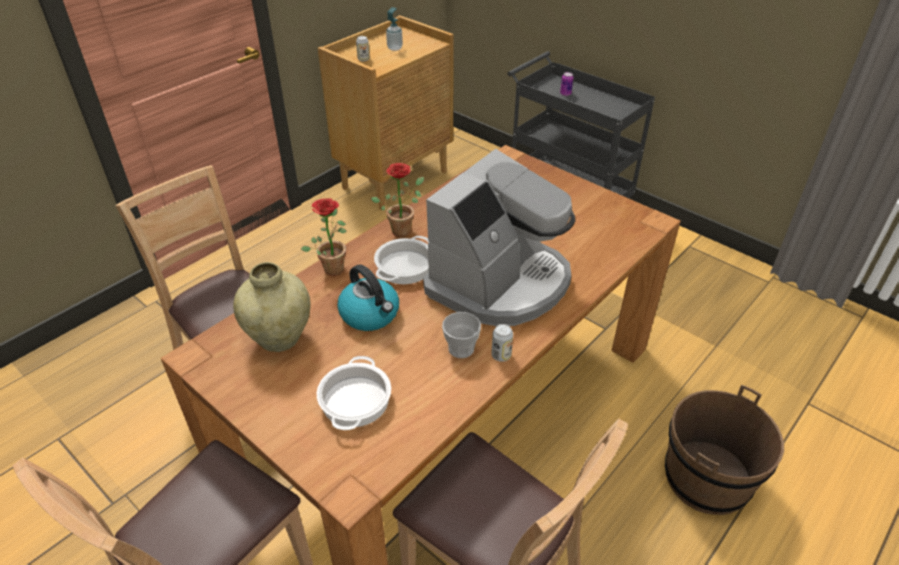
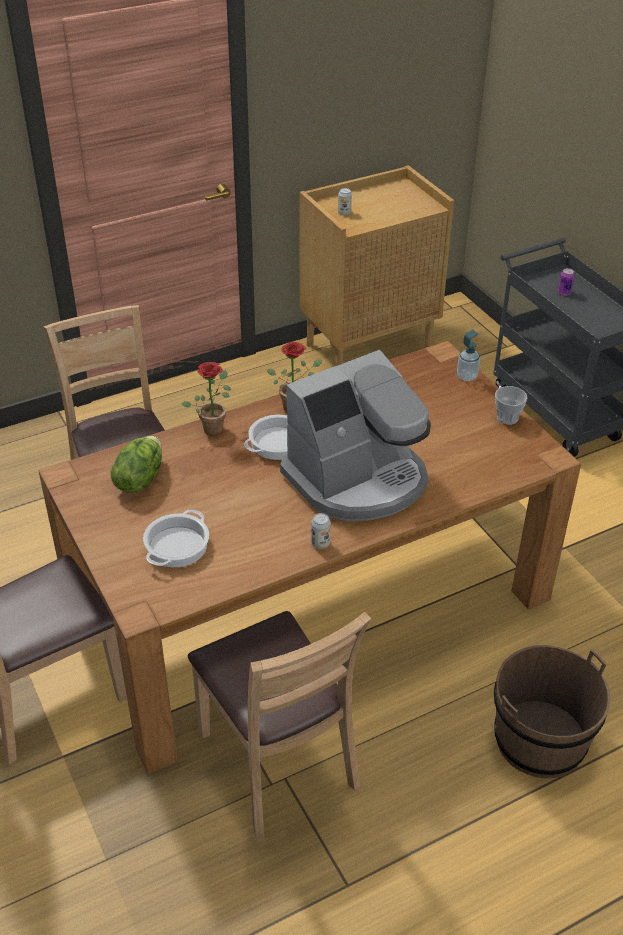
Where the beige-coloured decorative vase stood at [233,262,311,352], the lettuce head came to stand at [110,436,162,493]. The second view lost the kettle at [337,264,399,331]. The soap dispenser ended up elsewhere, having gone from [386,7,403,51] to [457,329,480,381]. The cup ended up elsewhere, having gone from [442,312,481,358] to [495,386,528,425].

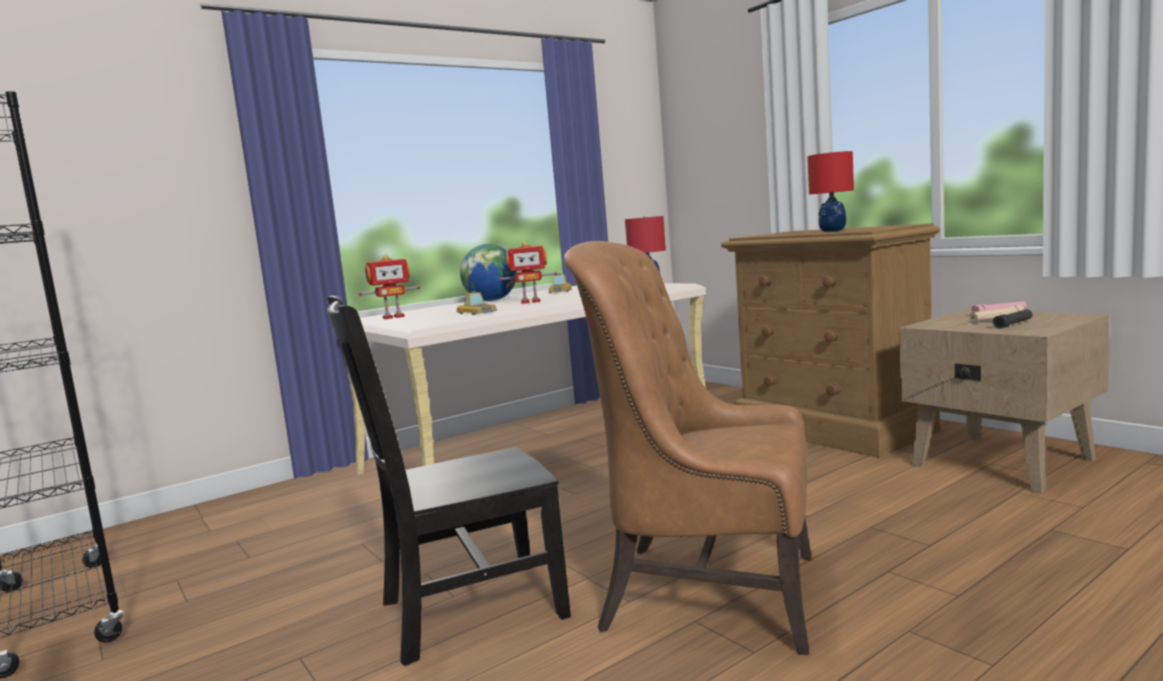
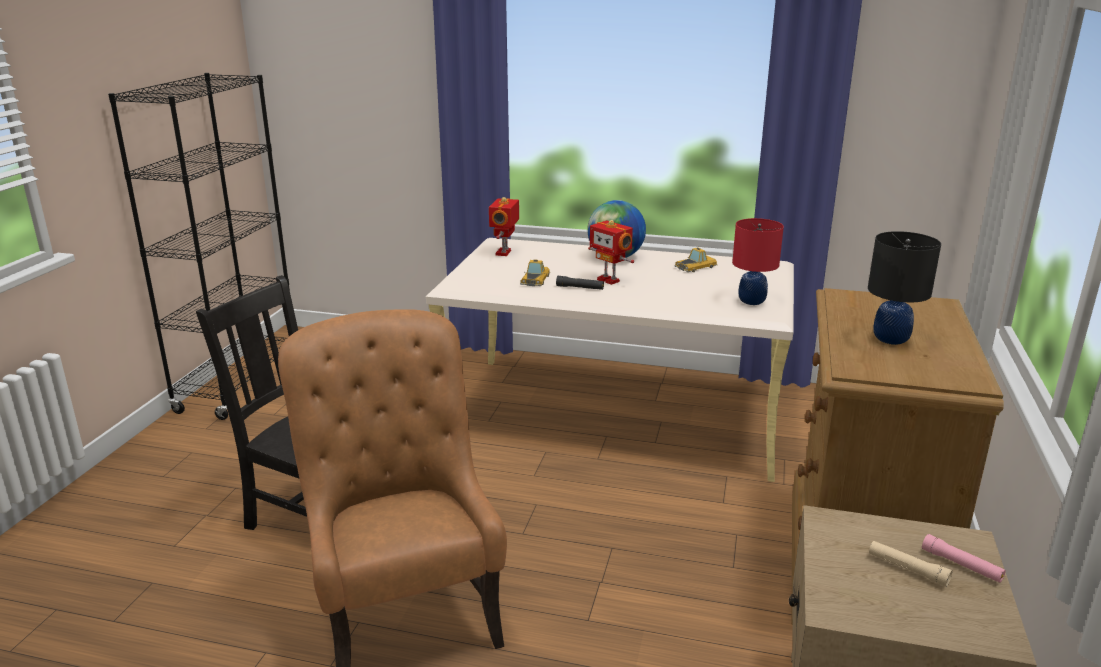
The toy robot at [359,254,420,319] ended up facing another way, 75 degrees clockwise from before. What was the reddish lamp for a table at [807,151,854,232] turned into the blackish lamp for a table at [868,231,941,345]. The blackish torch ended up elsewhere, having gone from [993,309,1033,329] to [556,276,604,290].

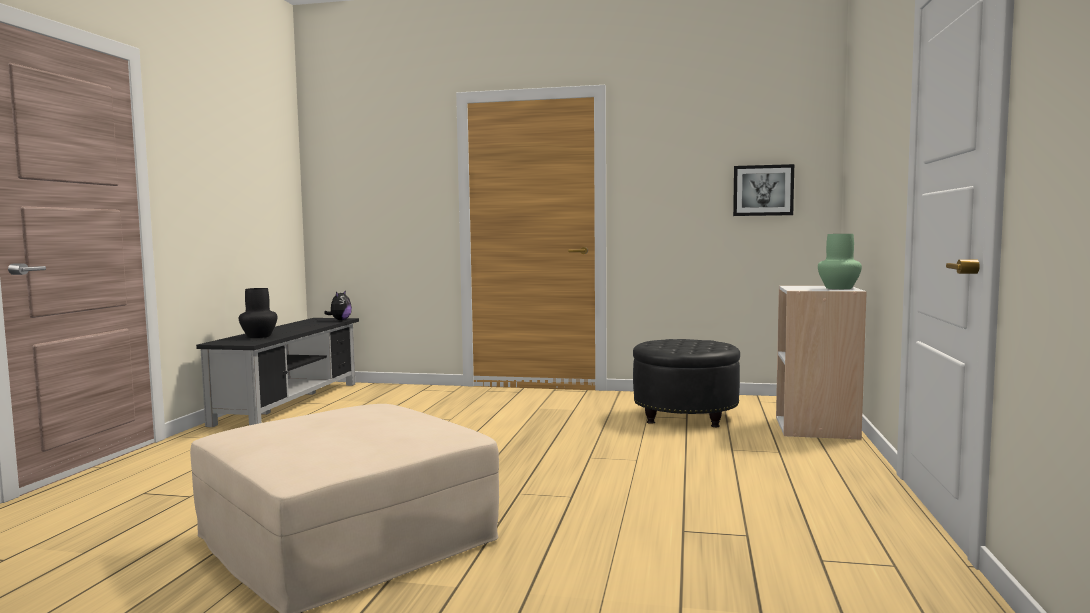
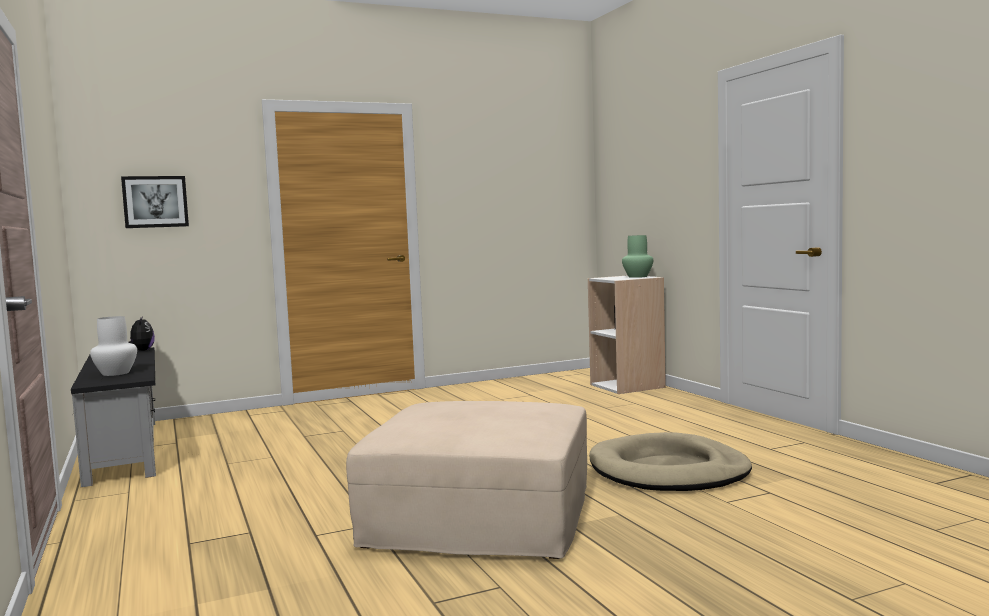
What was the blackish decorative vase at [239,288,277,338] turned into the whitish decorative vase at [90,316,137,376]. The second view lost the blackish pouffe at [633,339,740,427]. The wall art ended up elsewhere, having gone from [733,164,794,216] to [121,176,189,228]. The second view gained the beige-coloured dog cushion at [589,432,752,491].

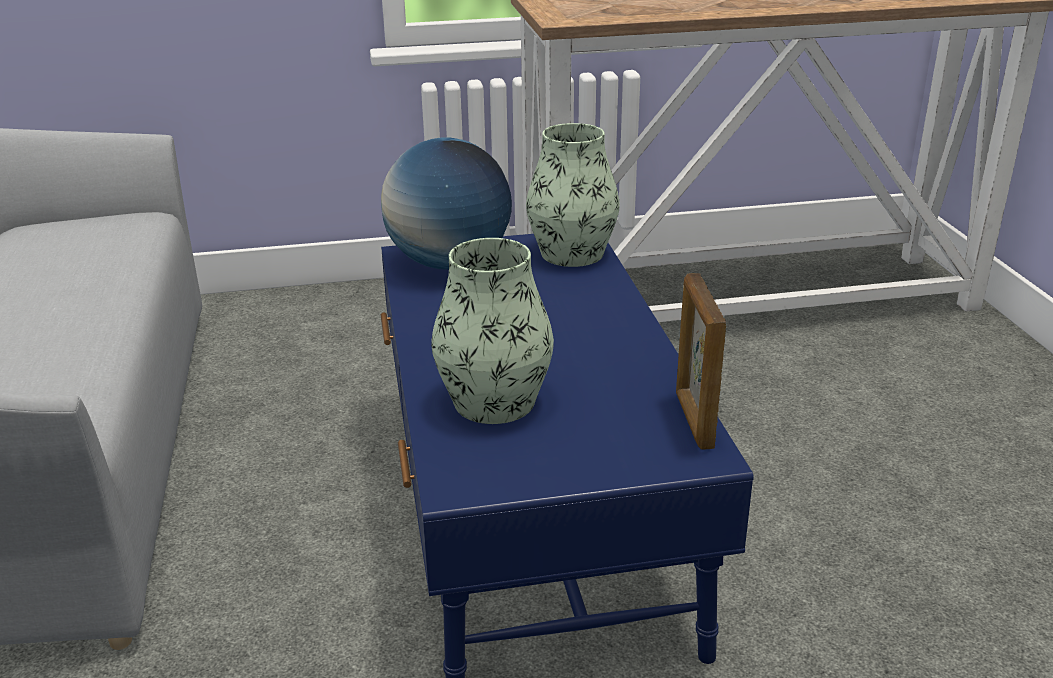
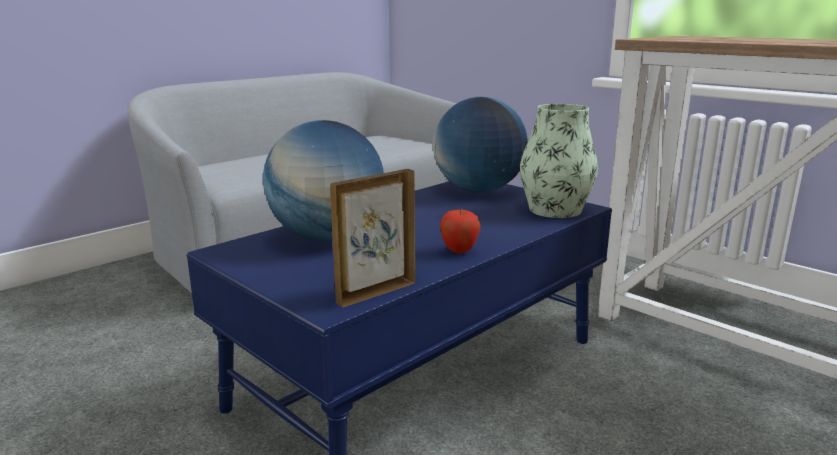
Where the decorative vase stood at [431,238,554,424], the globe came to stand at [263,120,384,241]. The second view gained the whole apple at [440,209,481,253].

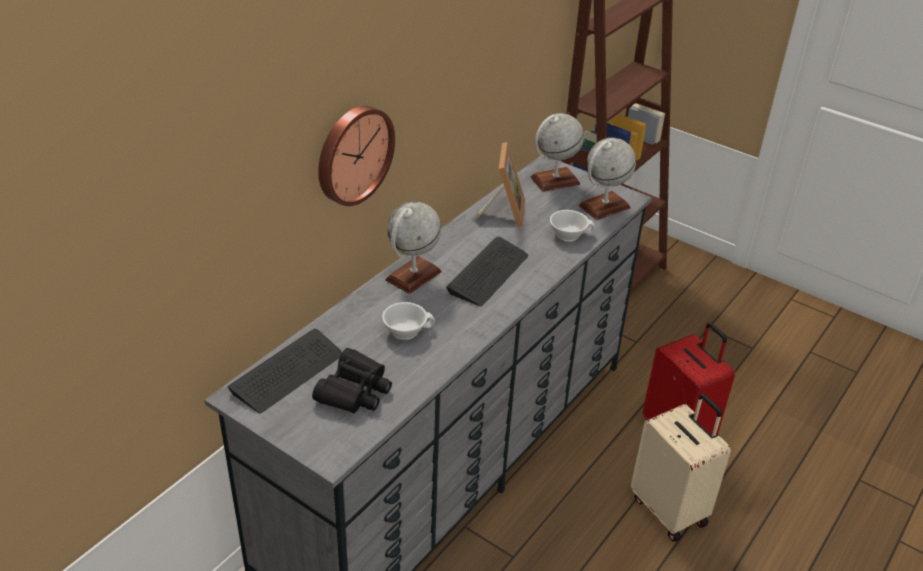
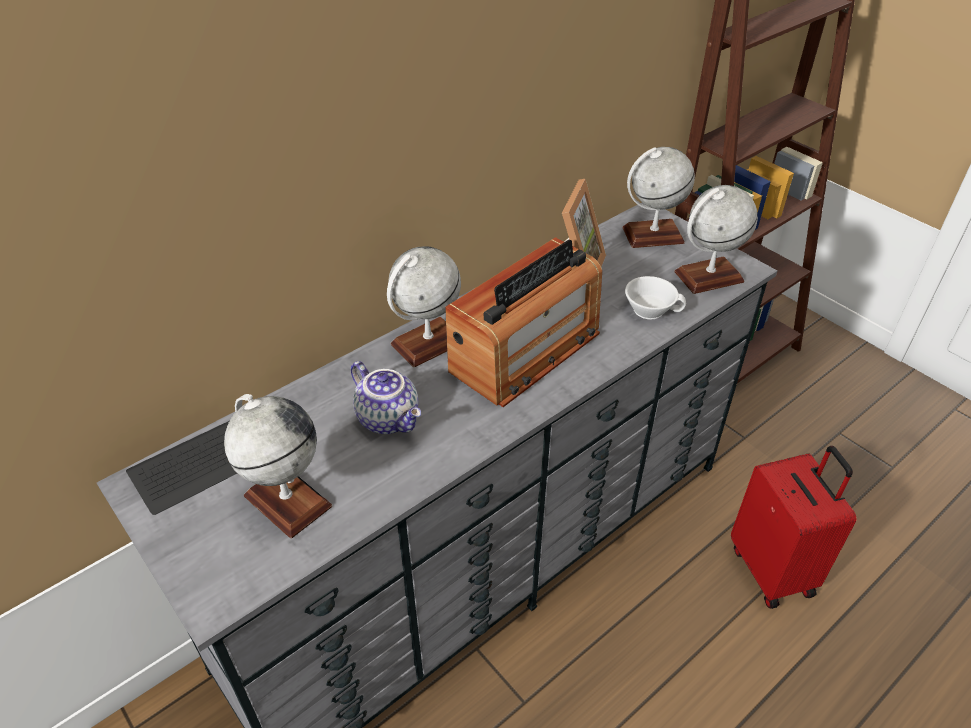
Where the blackish pair of binoculars stood at [312,348,392,413], the globe came to stand at [224,394,332,539]. The second view lost the hanging clock at [318,106,395,206]. Where the whitish cup stood at [382,302,435,340], the tea pot came to stand at [351,361,421,434]. Where the PC keyboard stood at [446,237,528,306], the radio set came to stand at [445,237,602,407]. The second view lost the beige-coloured travel case at [631,394,731,542].

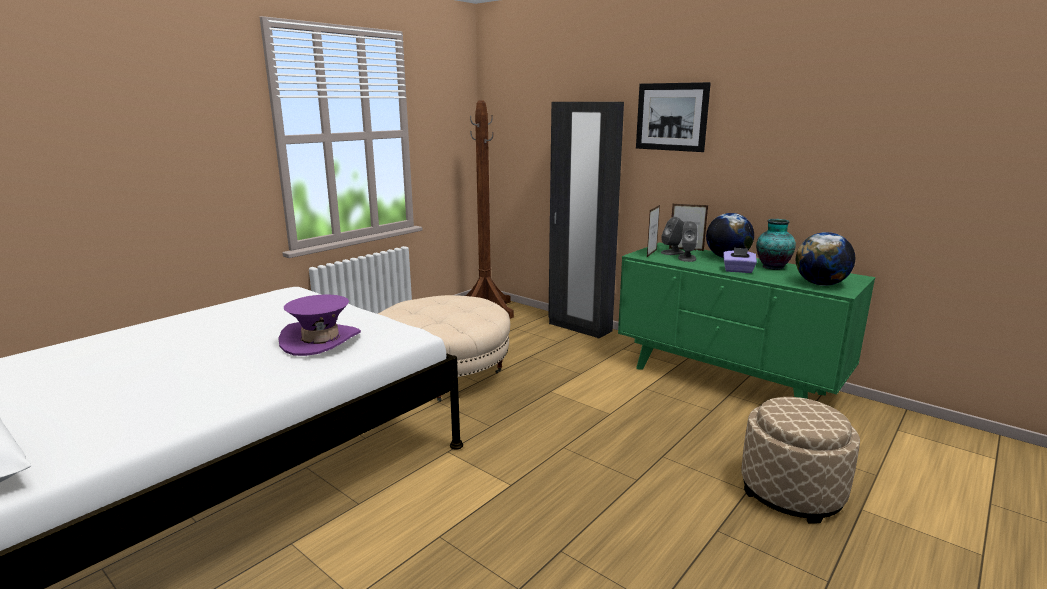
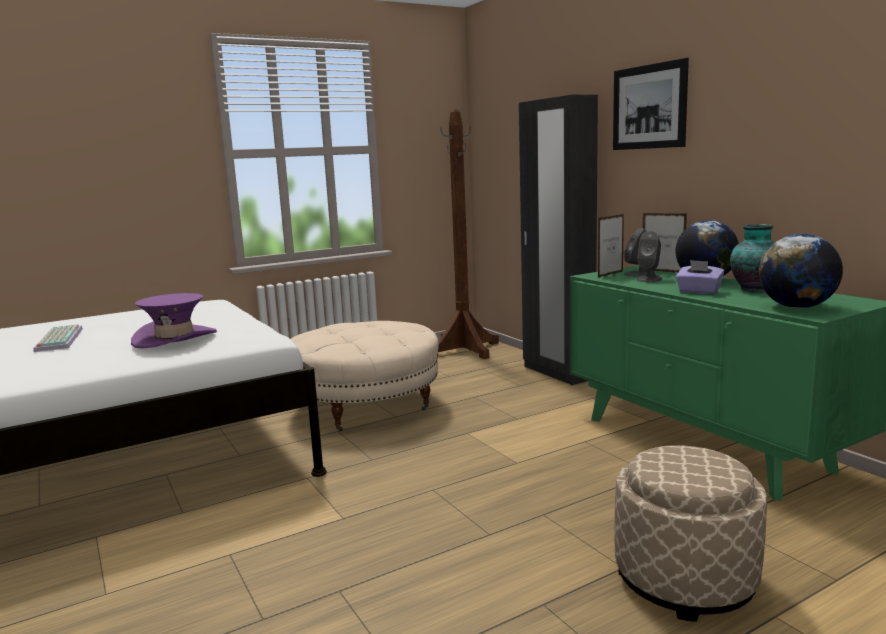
The second view gained the PC keyboard at [34,324,83,352].

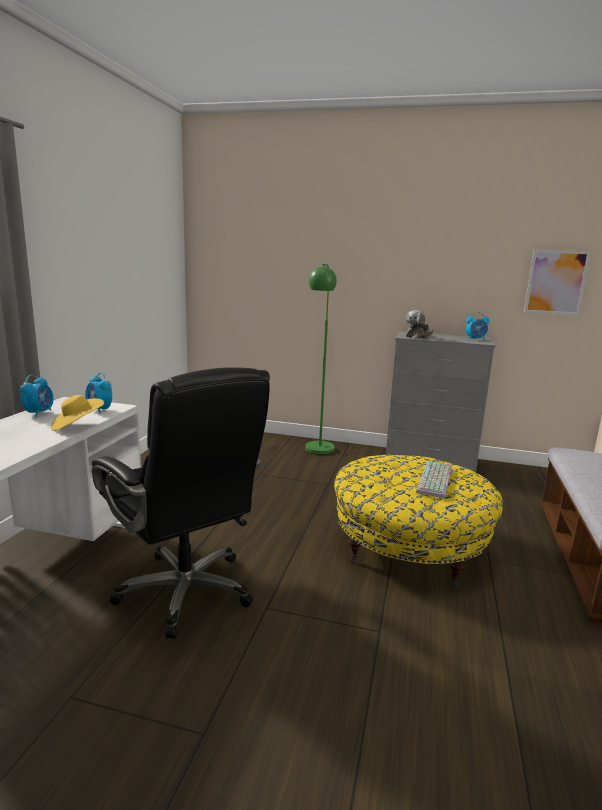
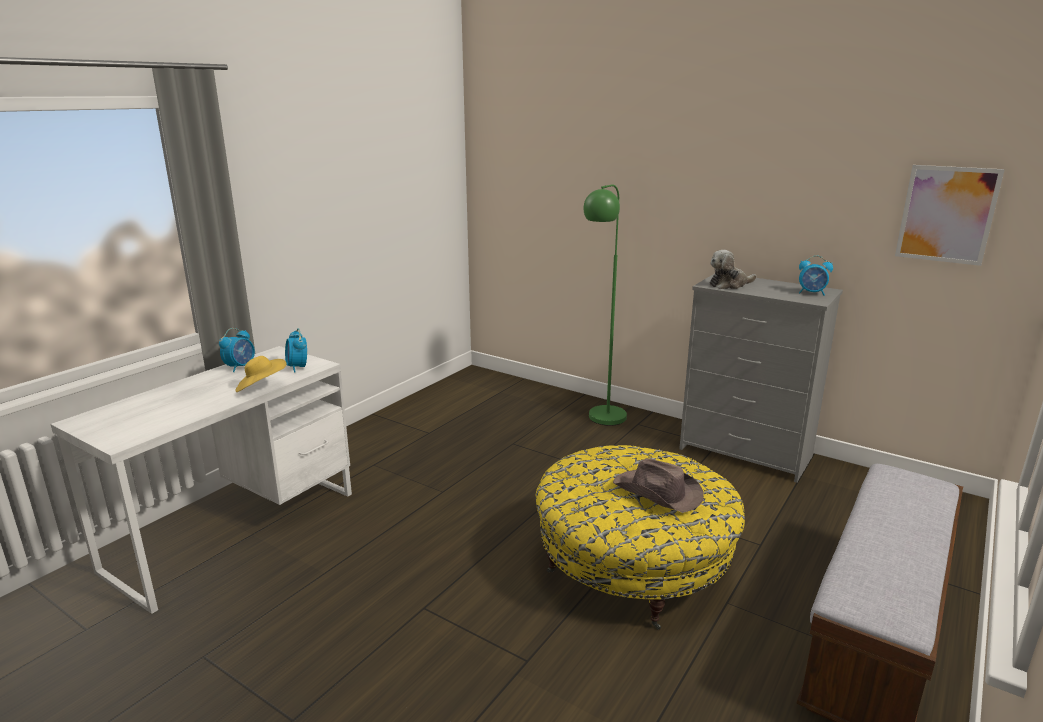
The second view lost the blackish desk chair at [92,367,270,639]. Where the PC keyboard stood at [416,461,452,498], the brown-coloured wearable hat came to stand at [613,458,704,513].

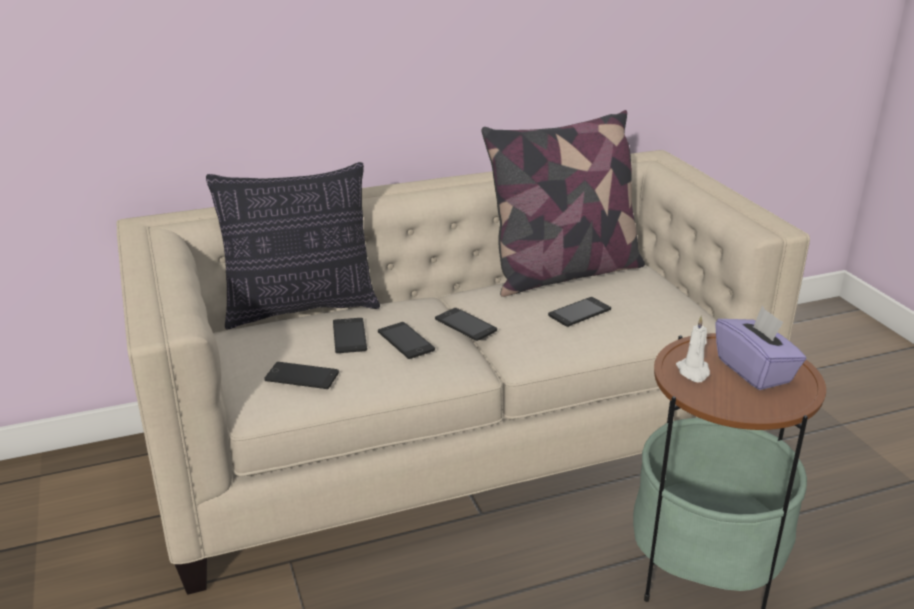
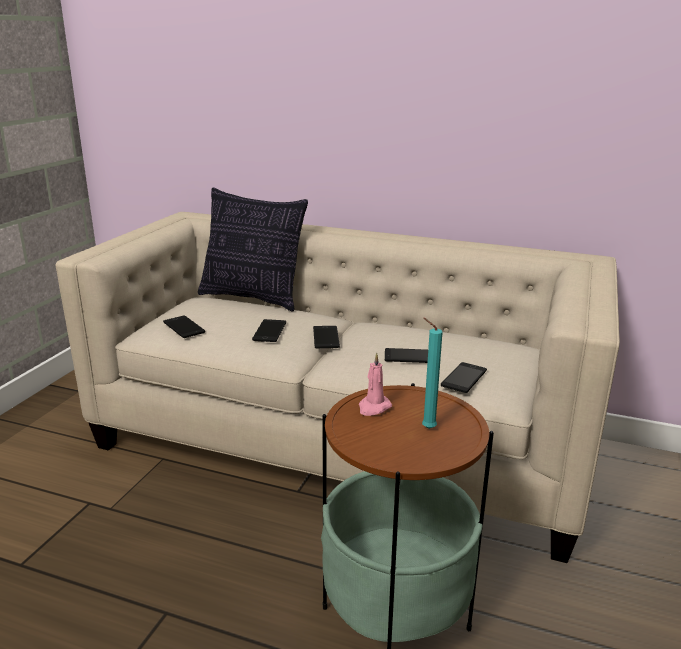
The handset ended up elsewhere, having gone from [333,318,367,353] to [441,362,487,393]. The second view lost the pillow at [481,110,645,297]. What was the whitish wax candle at [676,316,710,382] turned into the pink wax candle at [359,353,392,416]. Where the purple tissue box stood at [715,306,806,390], the turquoise-coloured wax candle came to stand at [422,318,443,429].

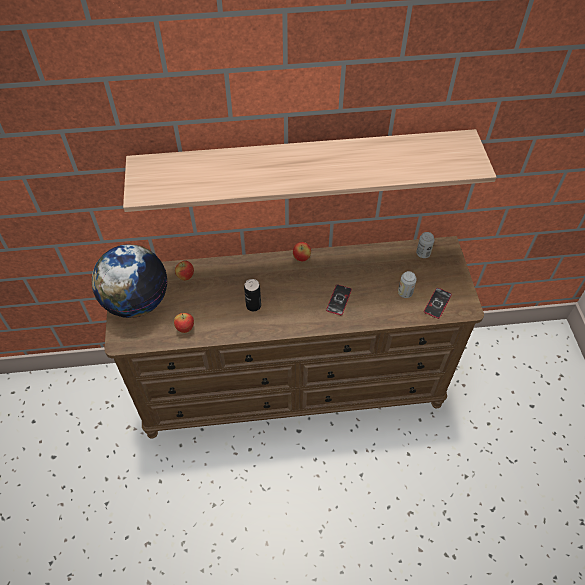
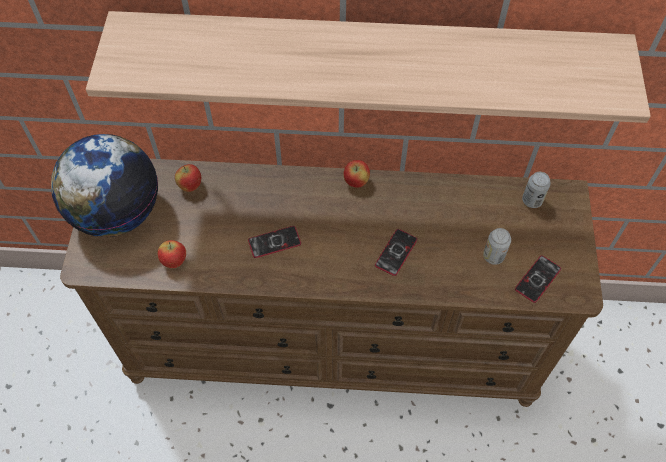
Where the sealed can stood at [244,279,261,311], the handset came to stand at [248,226,301,258].

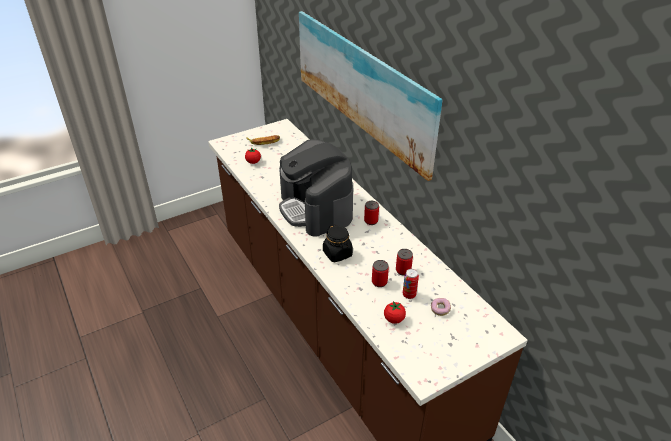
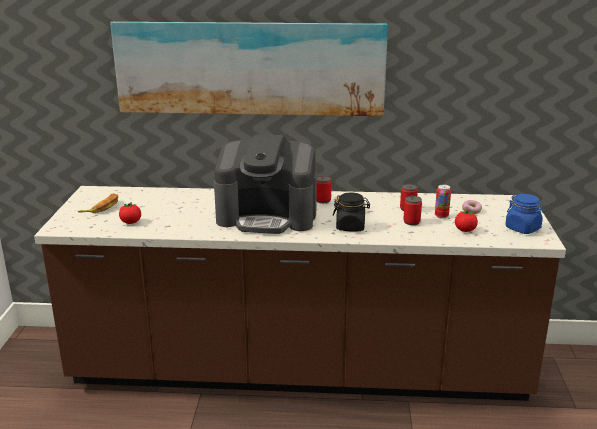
The second view gained the blue jar at [505,194,545,234].

